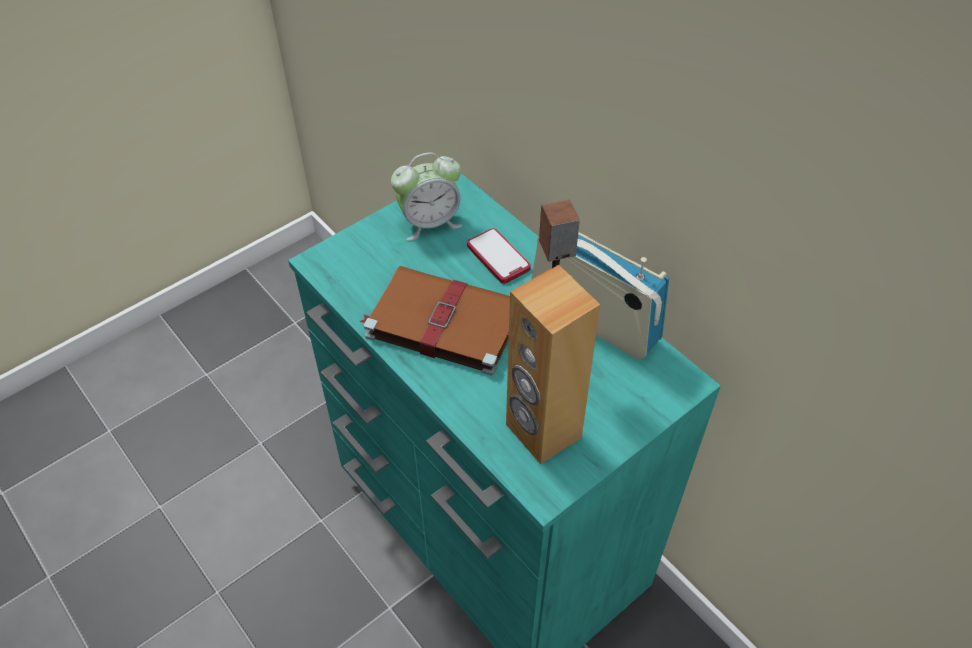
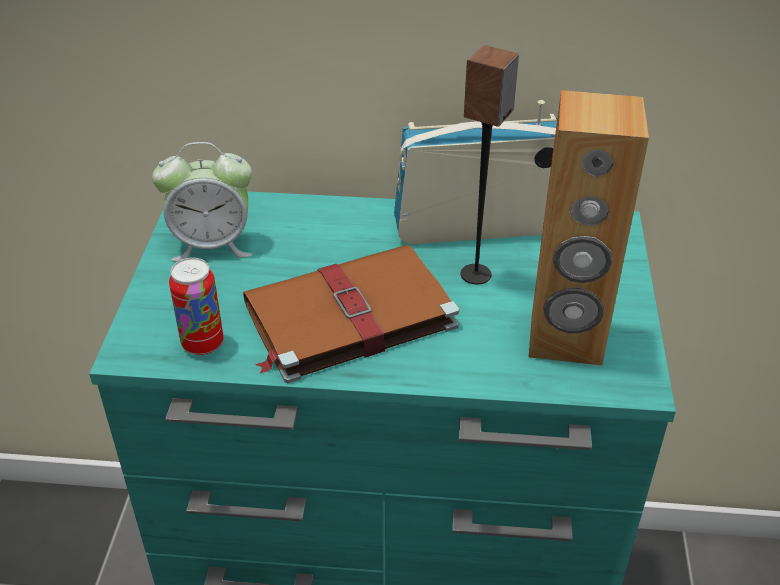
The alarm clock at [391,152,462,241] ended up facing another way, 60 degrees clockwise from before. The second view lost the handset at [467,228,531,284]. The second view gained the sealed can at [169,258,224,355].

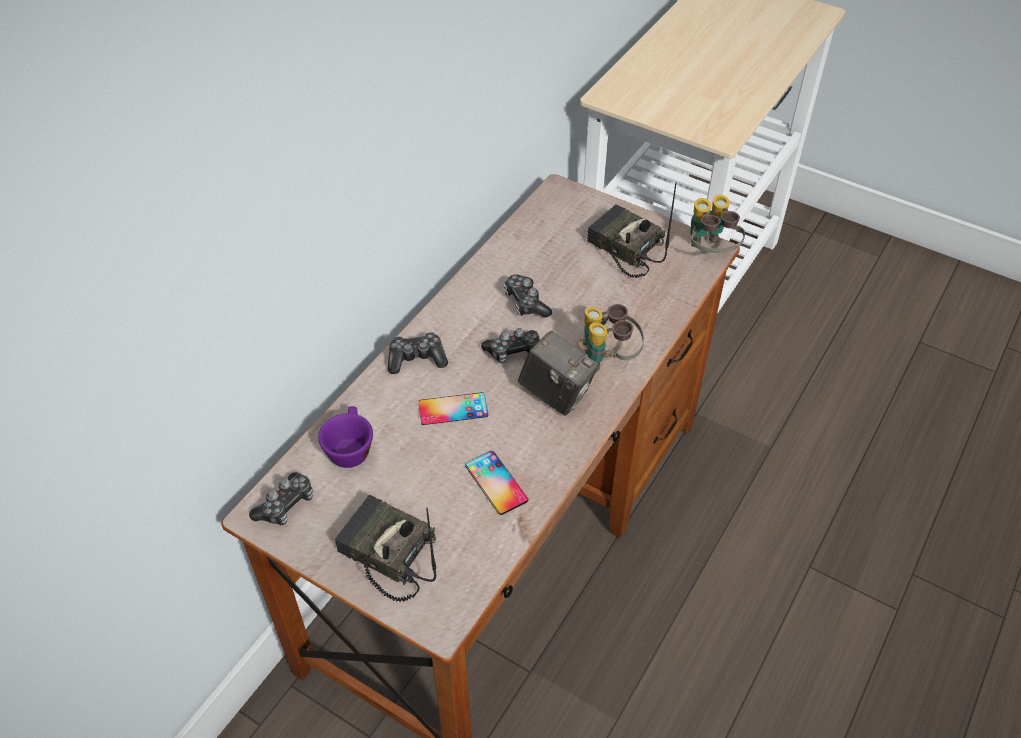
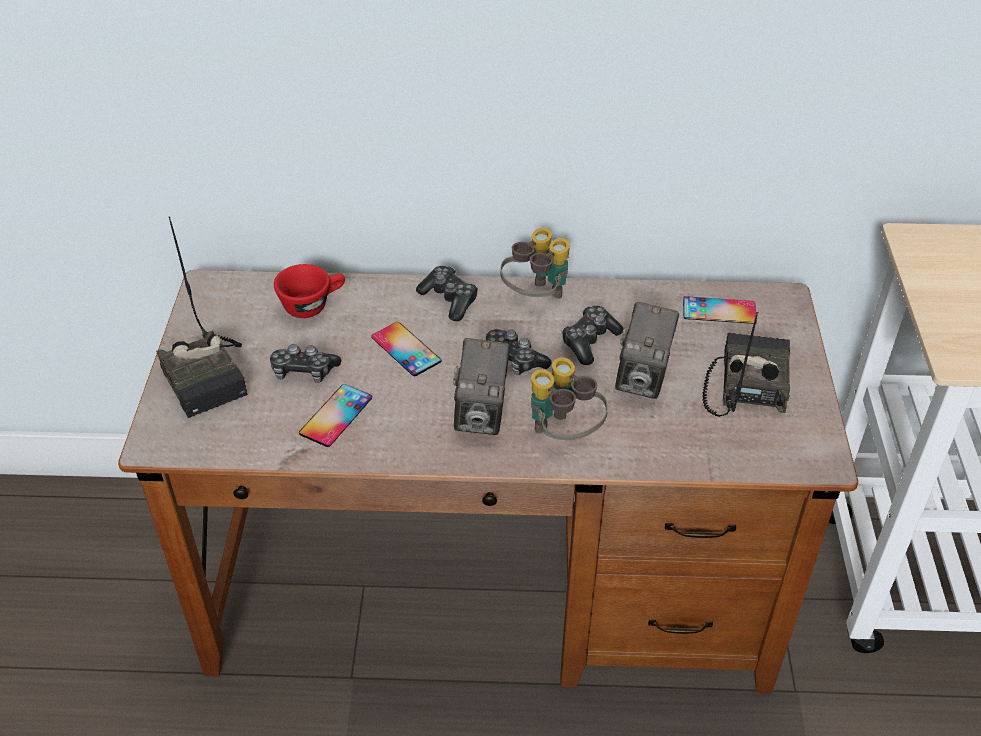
The joypad ended up elsewhere, having gone from [249,472,313,525] to [270,344,341,383]. What was the purple cup at [318,406,373,468] turned into the reddish cup at [274,264,345,318]. The radio set at [335,495,436,602] ended up facing another way, 150 degrees clockwise from before. The pair of binoculars ended up elsewhere, having gone from [690,195,745,253] to [500,228,570,299]. The second view gained the photo camera at [615,302,679,399]. The second view gained the handset at [683,296,757,324].

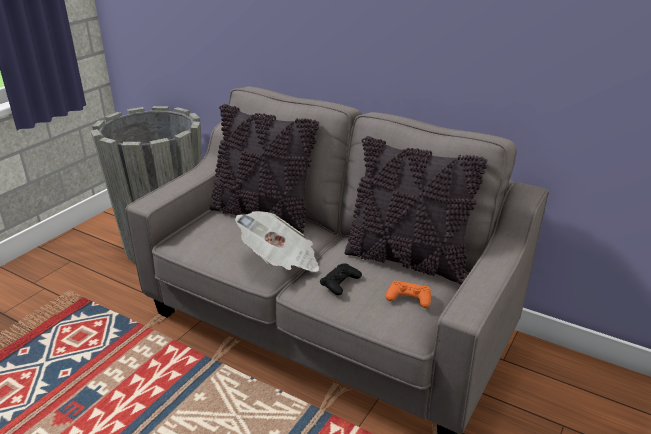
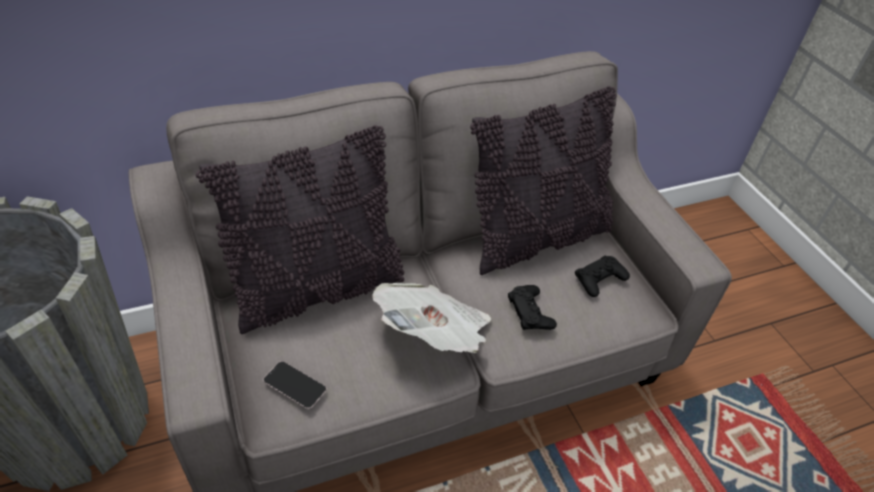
What was the orangey joypad at [386,281,431,308] turned into the blackish joypad at [575,256,630,297]. The second view gained the handset at [263,361,327,409].

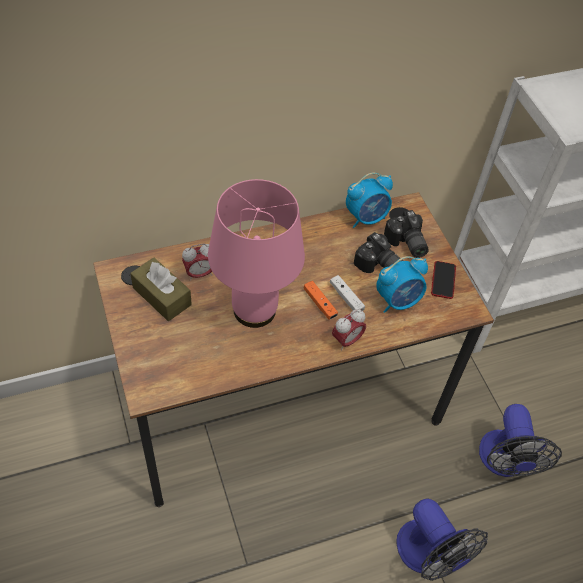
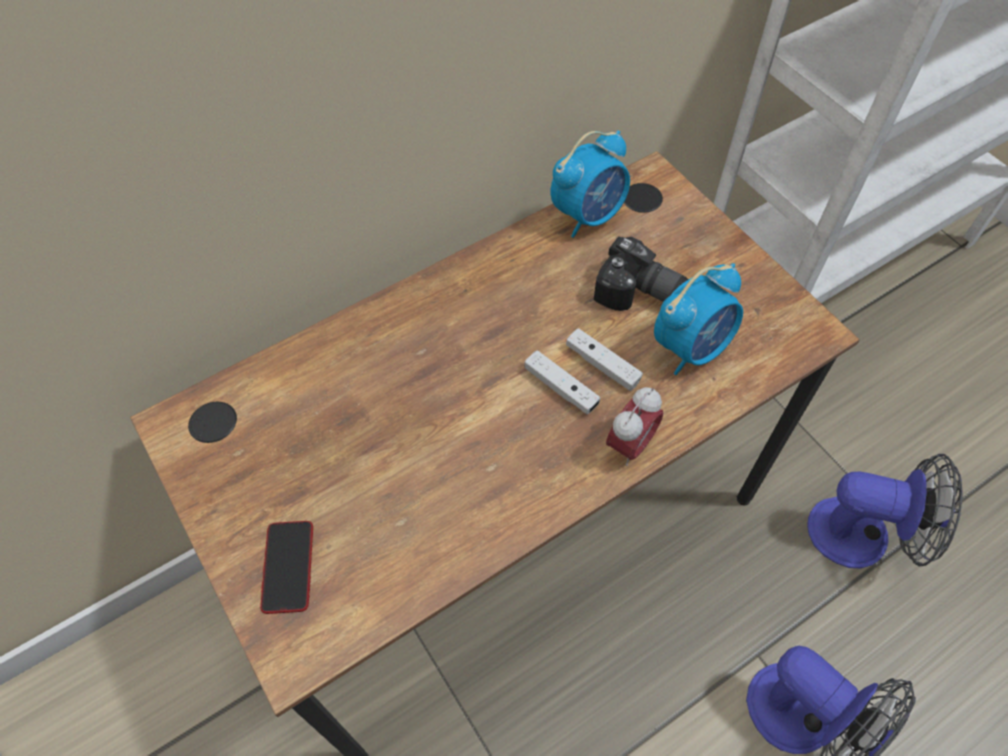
The second view lost the brown-coloured tissue box at [130,258,192,321]. The second view lost the alarm clock at [182,244,212,281]. The second view lost the pink lamp for a table at [208,179,305,328]. What was the orangey joypad at [304,281,338,320] turned into the whitish joypad at [525,350,600,414]. The second view lost the photo camera at [384,210,429,258]. The handset ended up elsewhere, having gone from [431,261,456,299] to [260,521,313,614]. The electric fan at [479,404,562,477] ended up facing another way, 60 degrees counterclockwise from before.

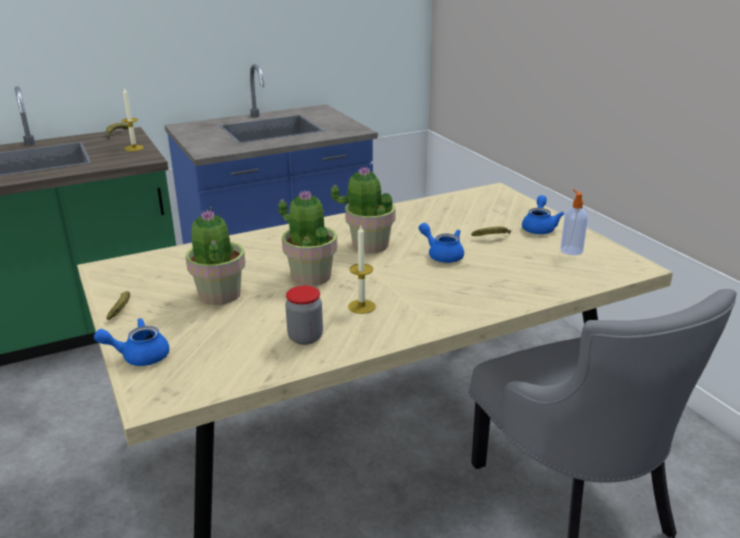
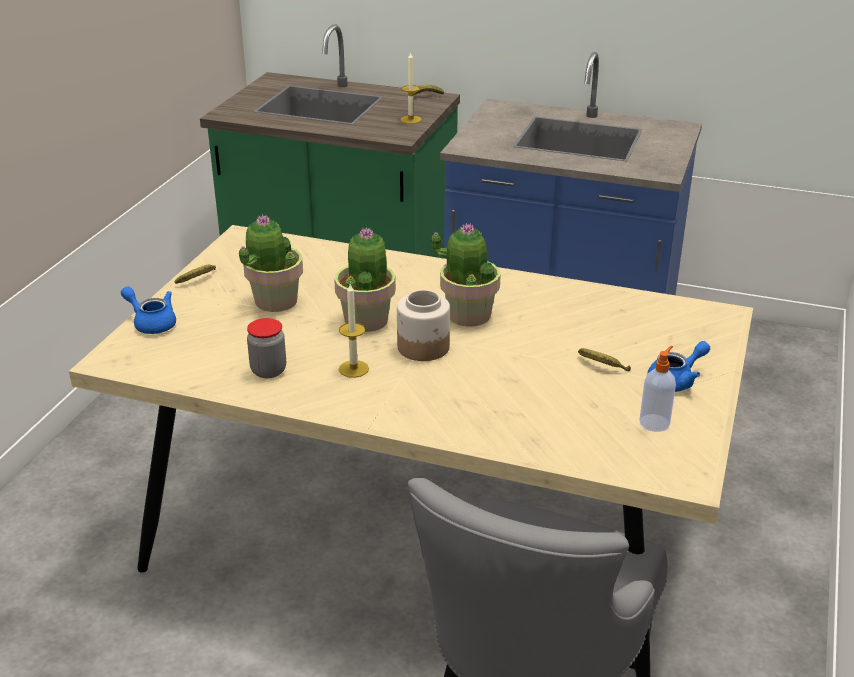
The second view lost the blue tea pot at [418,223,464,263]. The second view gained the jar at [397,290,450,361].

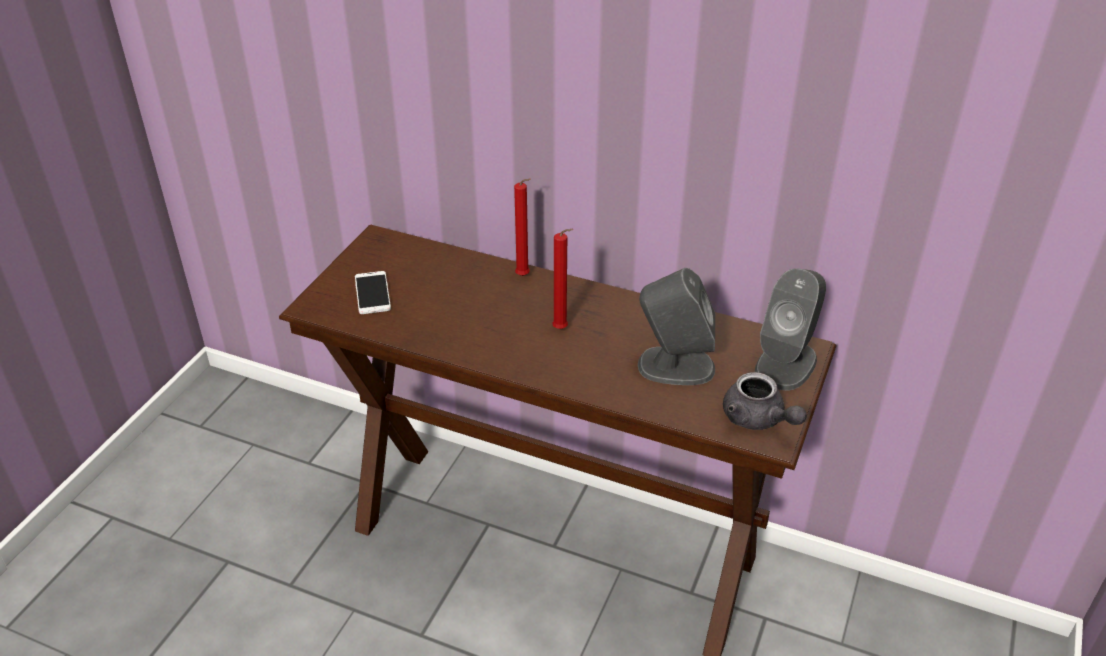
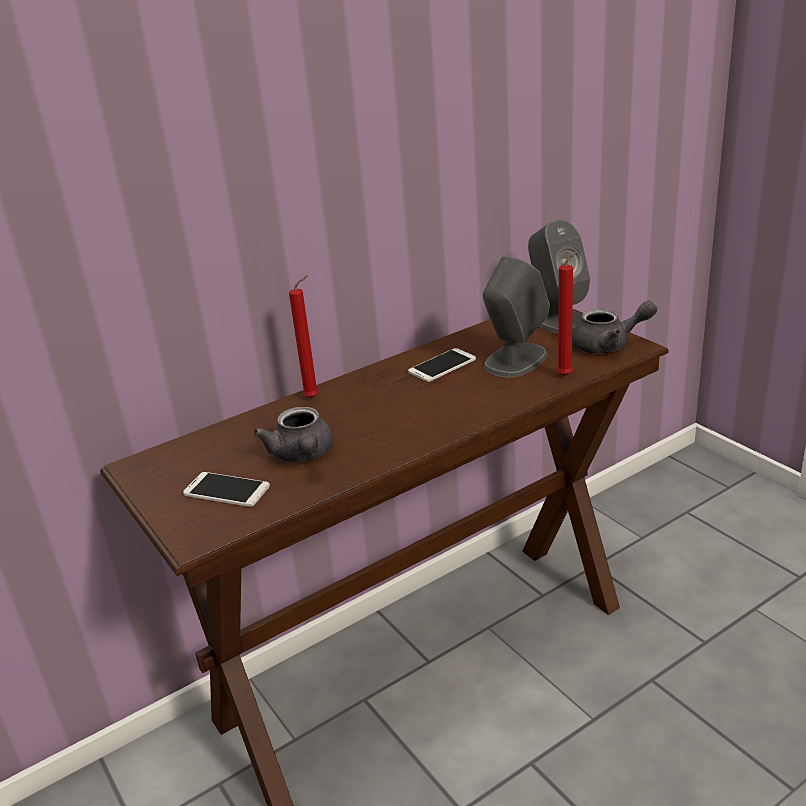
The reddish wax candle ended up elsewhere, having gone from [552,229,573,329] to [557,251,578,376]. The second view gained the gray tea pot at [254,407,334,462]. The second view gained the handset at [408,348,476,382].

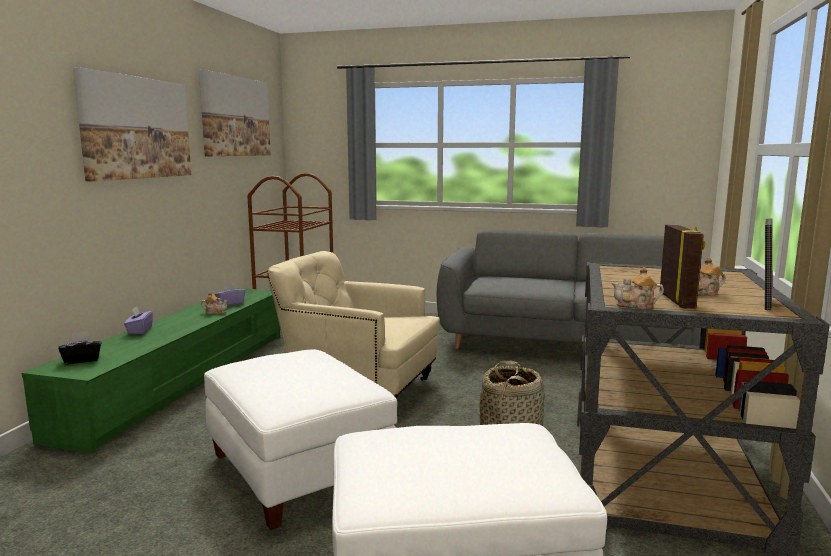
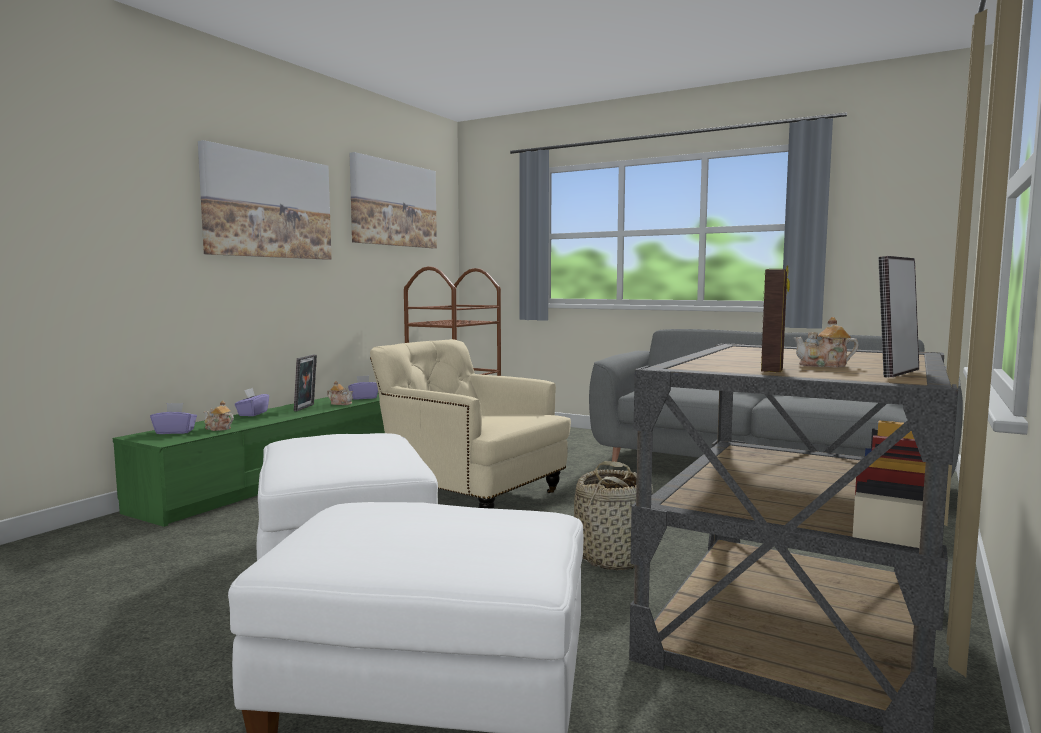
What was the blackish tissue box at [58,331,102,364] turned into the purple tissue box at [150,403,197,434]. The tea pot ended up elsewhere, having gone from [612,267,664,309] to [204,401,234,431]. The second view gained the picture frame at [294,354,317,411].

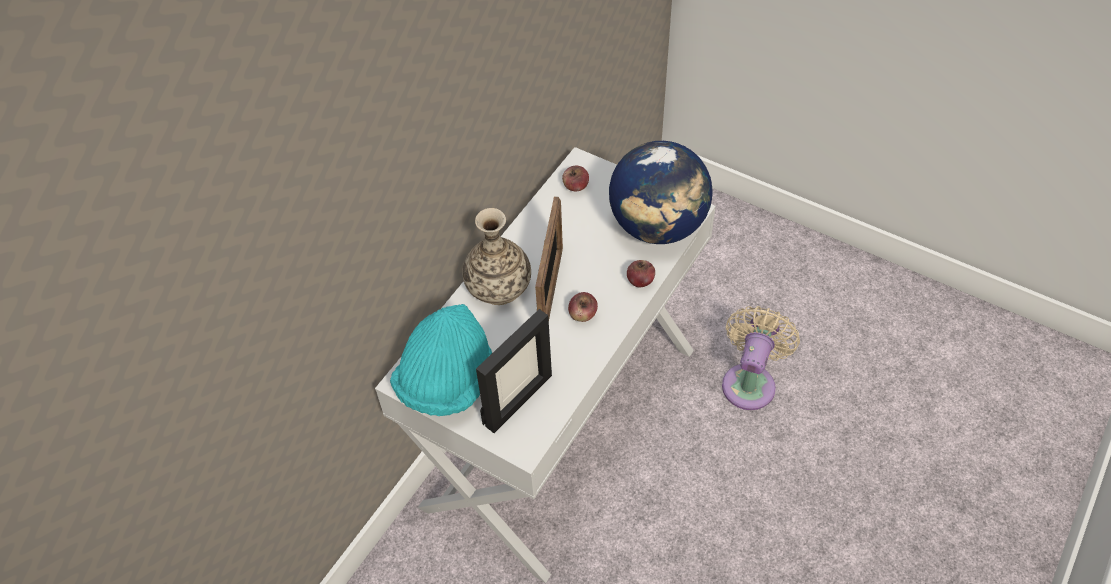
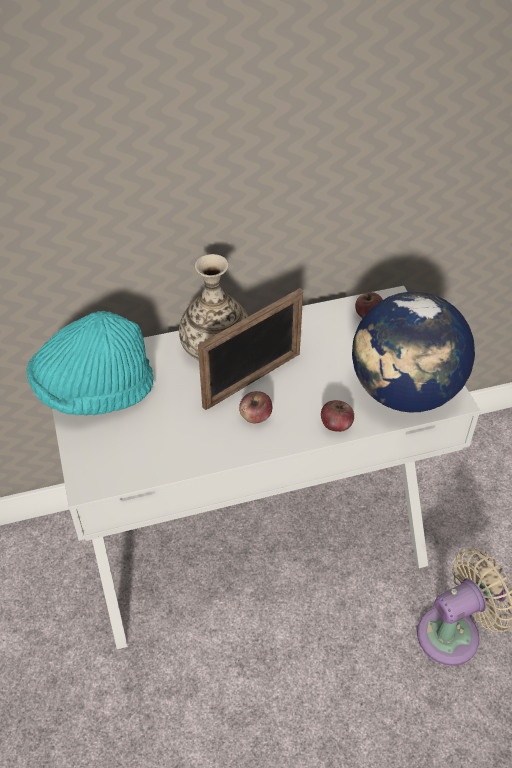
The second view lost the picture frame at [476,309,552,433].

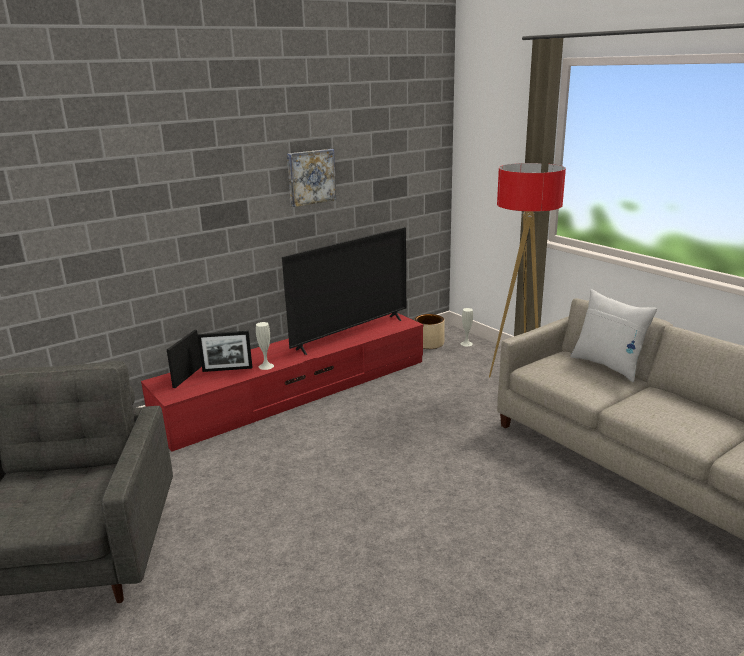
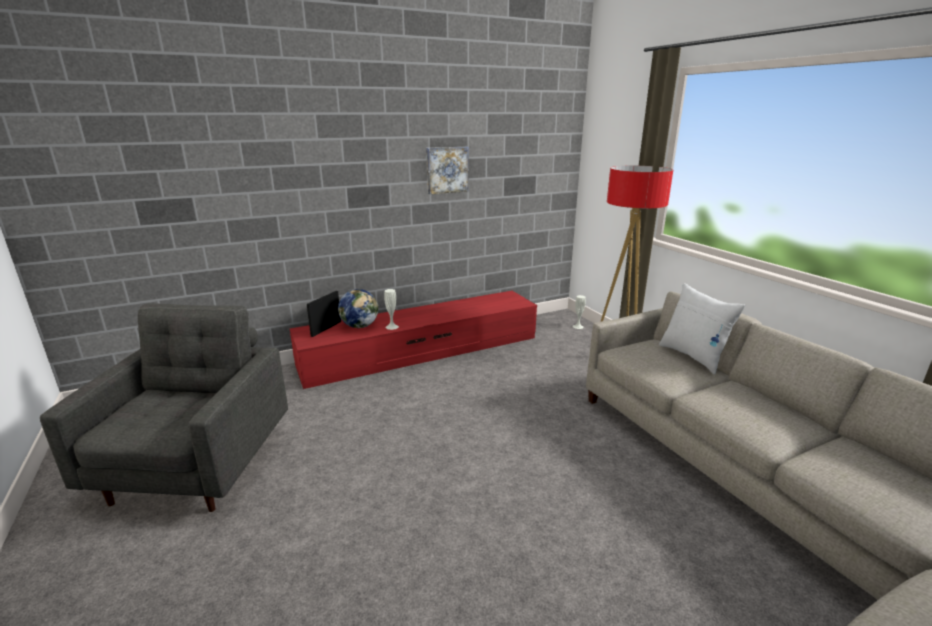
Where the picture frame stood at [198,331,252,372], the globe came to stand at [338,289,378,328]. The second view lost the TV set at [282,227,406,355]. The second view lost the beige-coloured flower pot at [414,314,445,349].

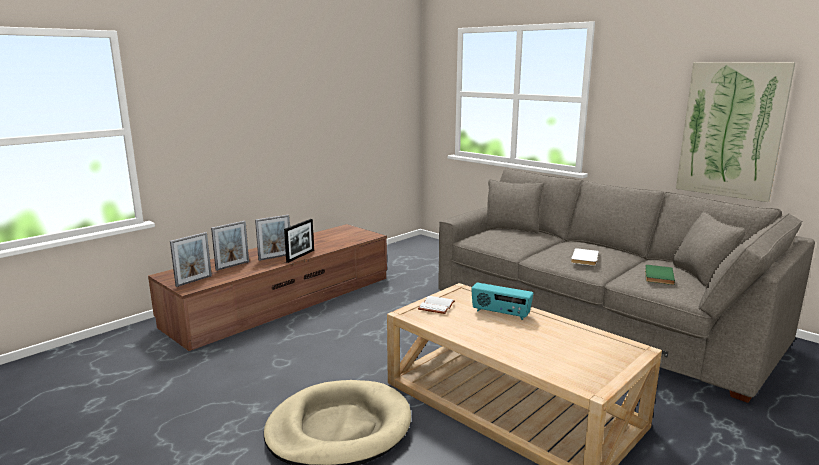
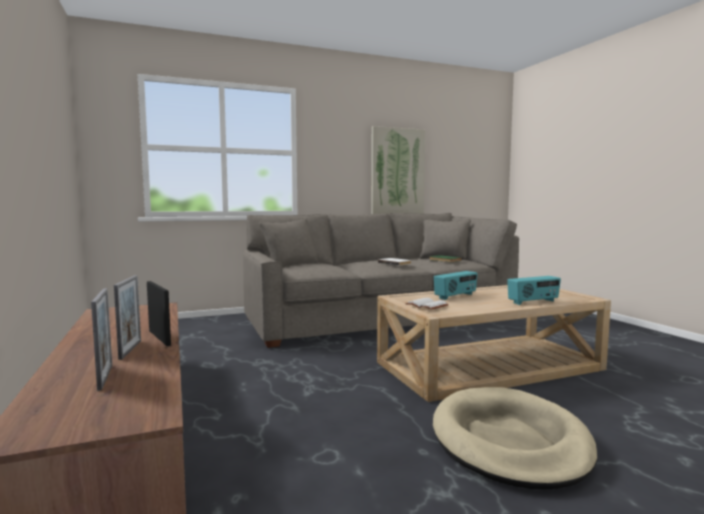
The second view lost the picture frame at [170,232,212,287]. The second view gained the radio set at [507,276,561,305].

